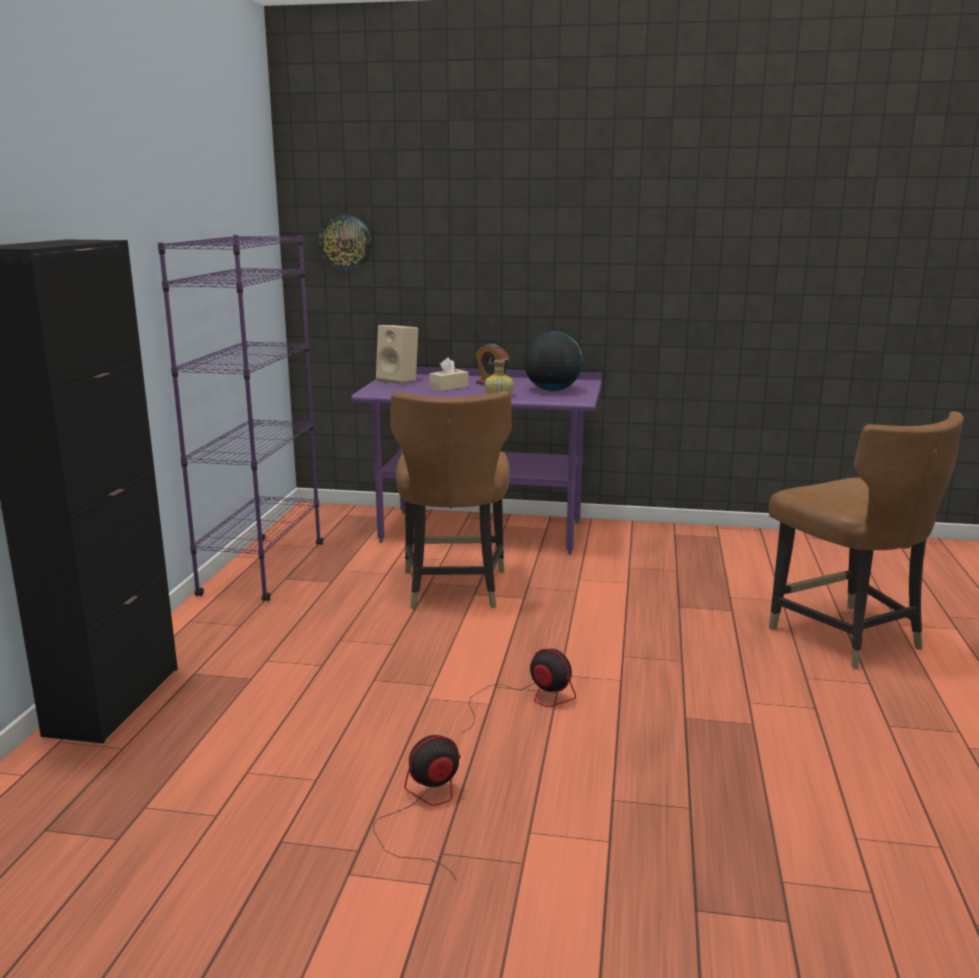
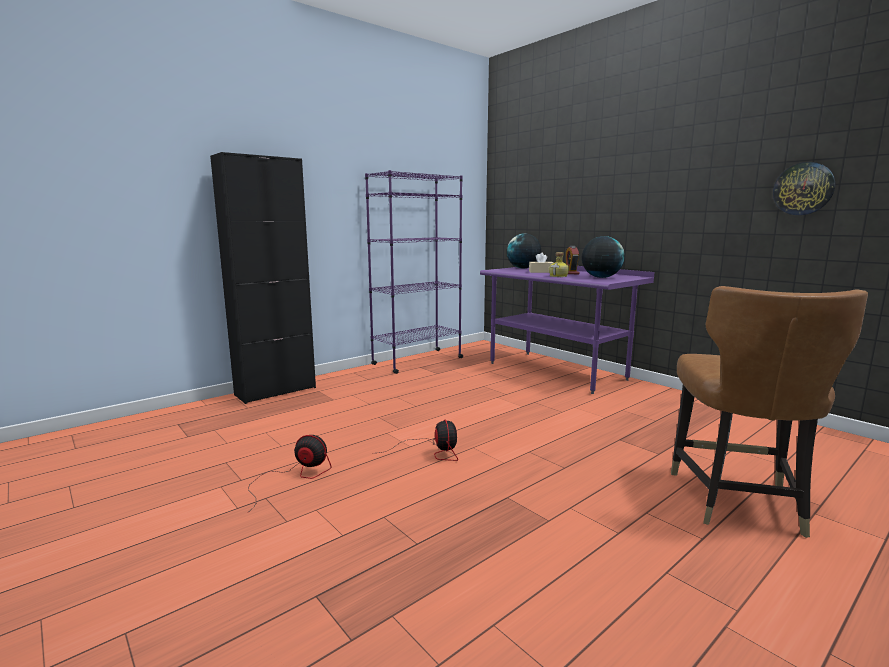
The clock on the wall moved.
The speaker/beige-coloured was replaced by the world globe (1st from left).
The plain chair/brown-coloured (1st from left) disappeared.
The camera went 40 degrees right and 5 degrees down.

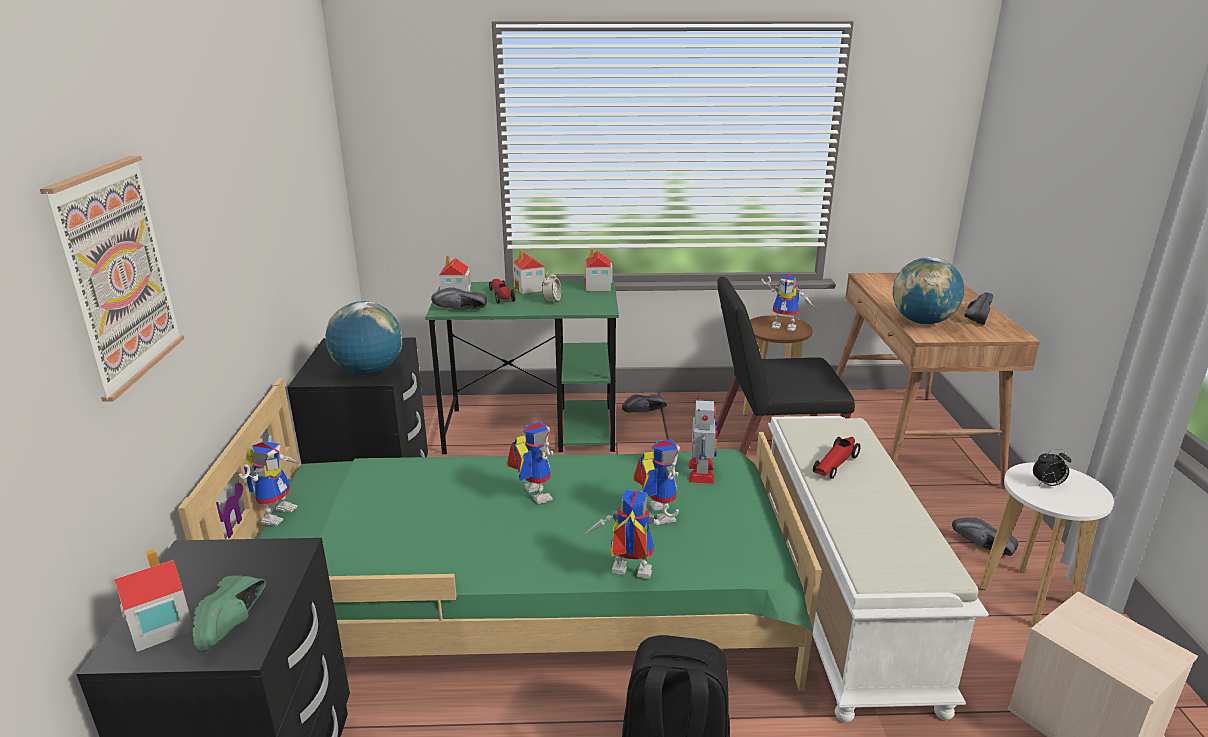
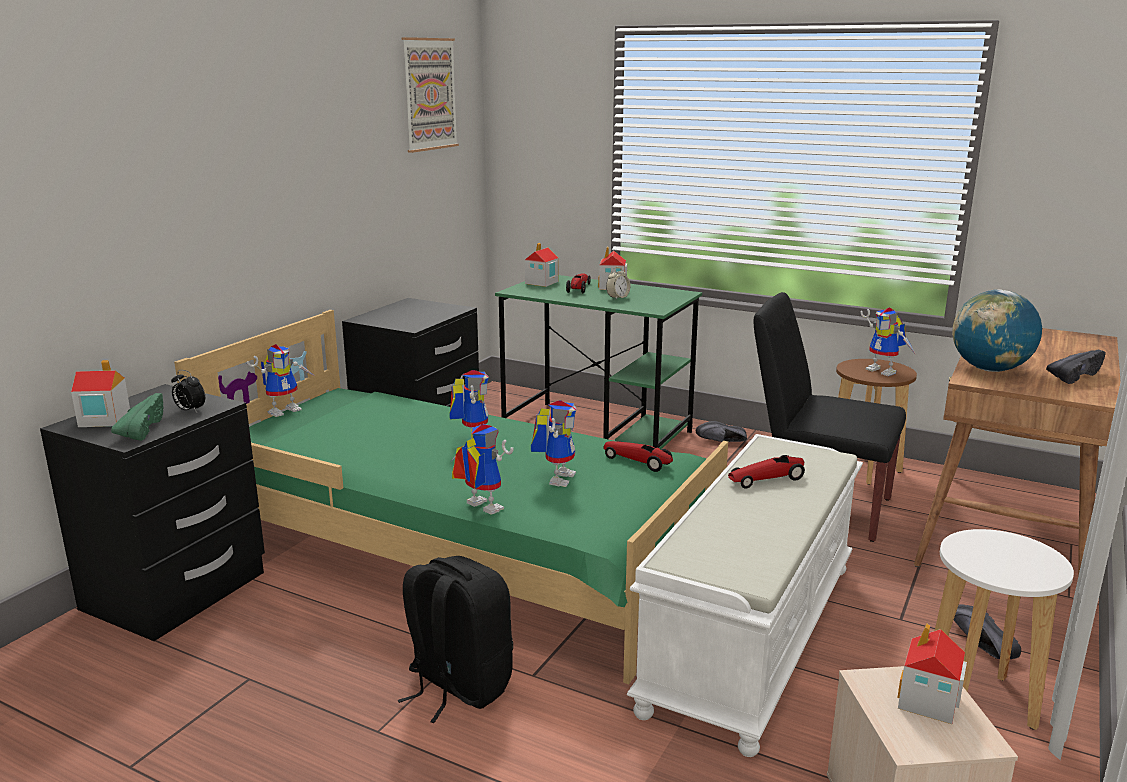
The wall picture moved.
The low shoe/greenish turned 150 degrees clockwise.
The world globe (1st from left) disappeared.
The low shoe/black-coloured (1st from left) disappeared.
The model house (4th from left) moved.
The toy robot (5th from left) was replaced by the model car (2nd from left).
The table clock (2nd from left in the first image) moved.
The camera went 30 degrees right and 5 degrees down.

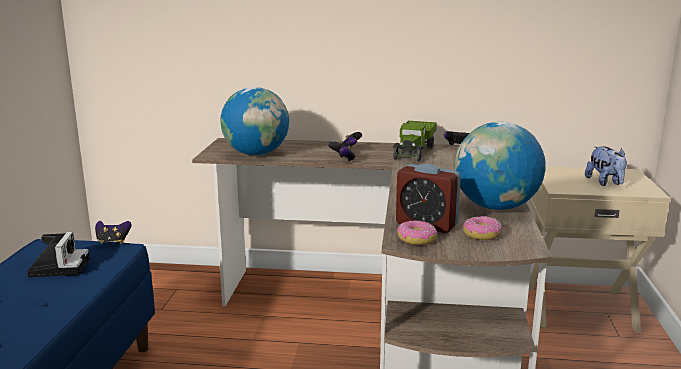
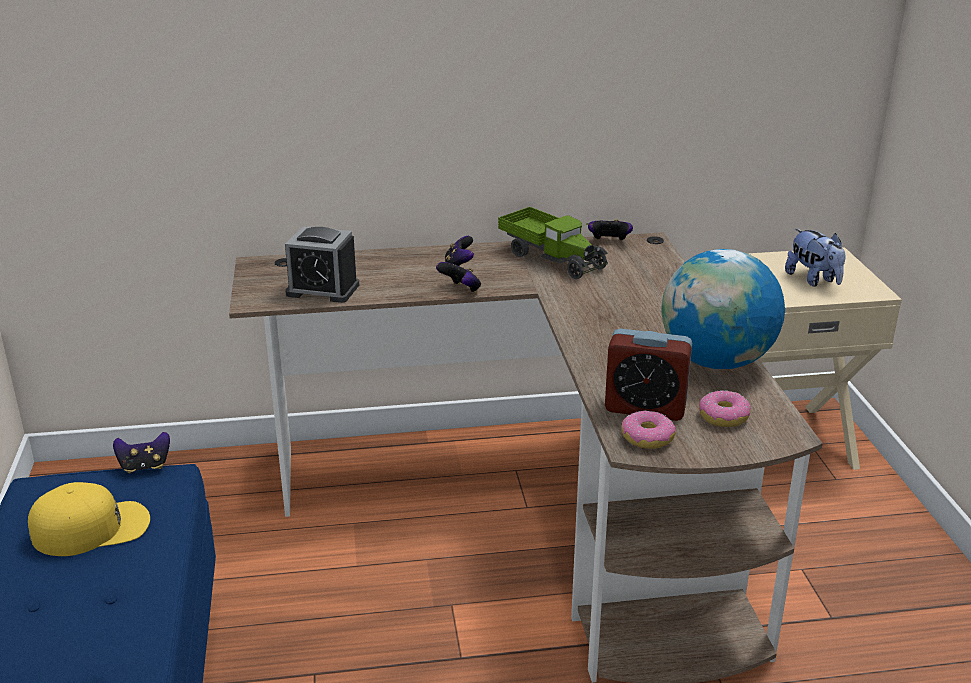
The still camera was replaced by the baseball cap/yellow.
The world globe (1st from left) was replaced by the table clock (1st from left).
The model truck turned 45 degrees counterclockwise.
The camera went 15 degrees left and 10 degrees up.

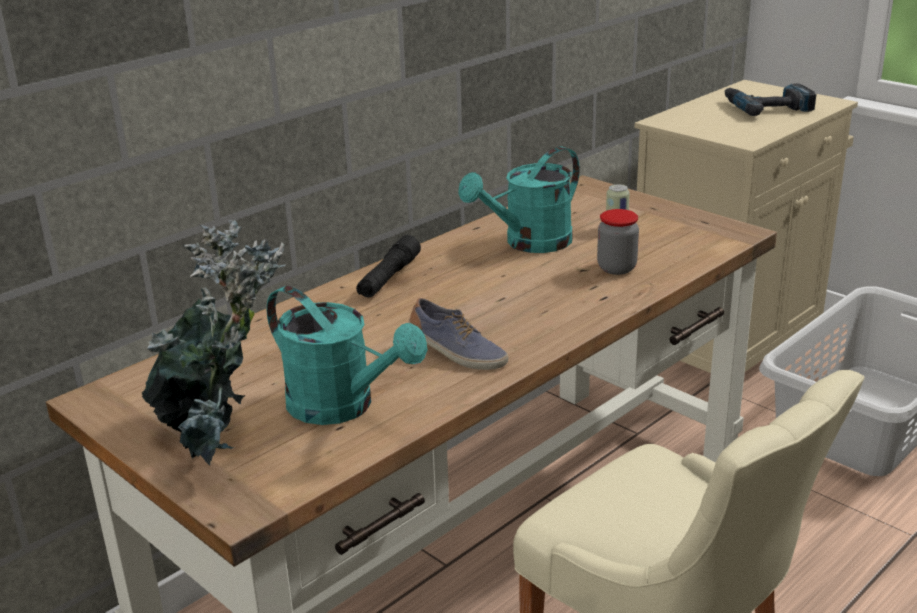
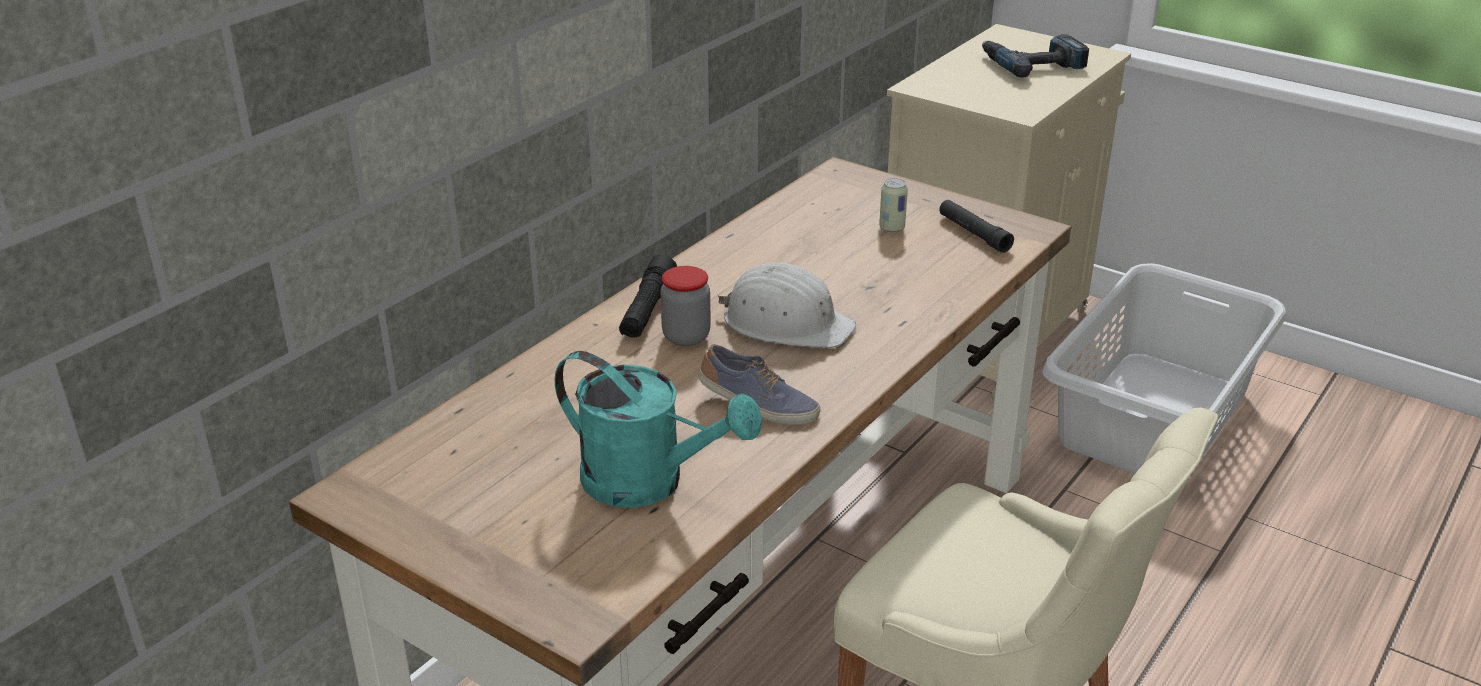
The houseplant disappeared.
The watering pot/turquoise (2nd from left) disappeared.
The jar moved.
The work helmet/white-coloured appeared.
The flashlight/black-coloured (2nd from left) appeared.
The camera went 10 degrees left and 5 degrees up.

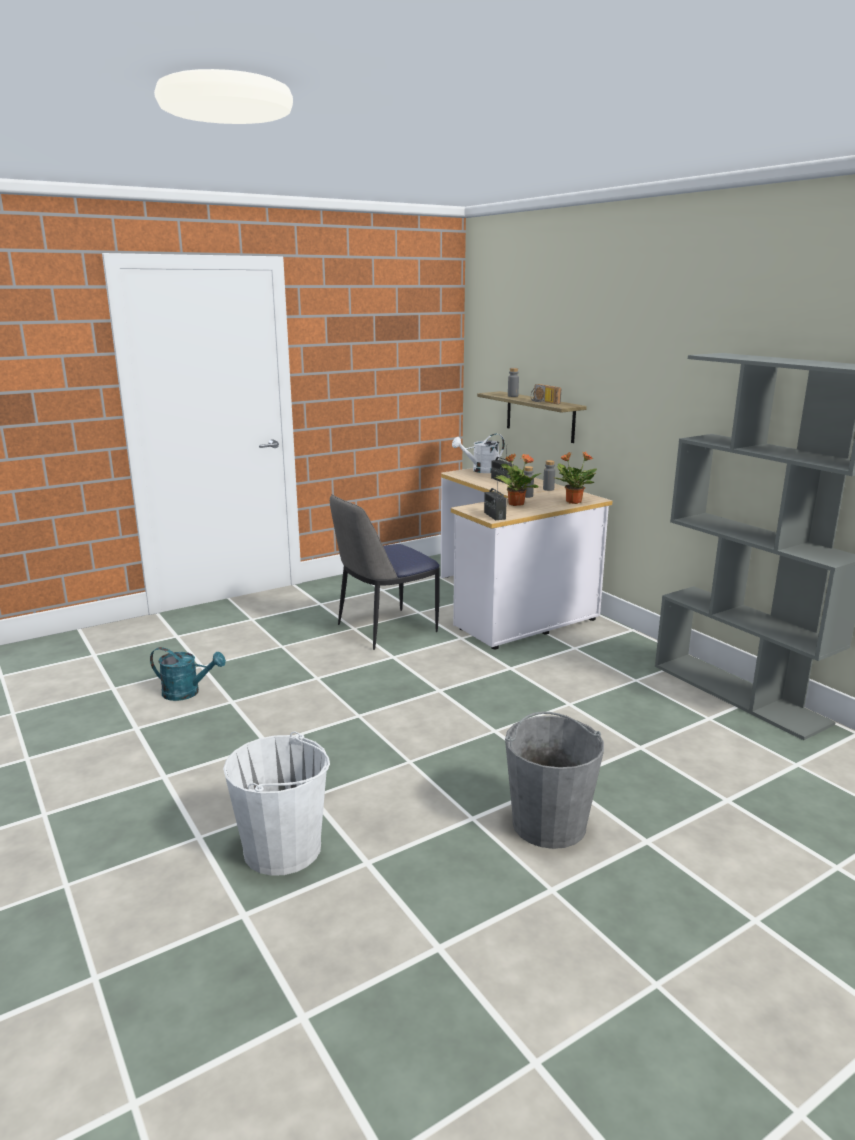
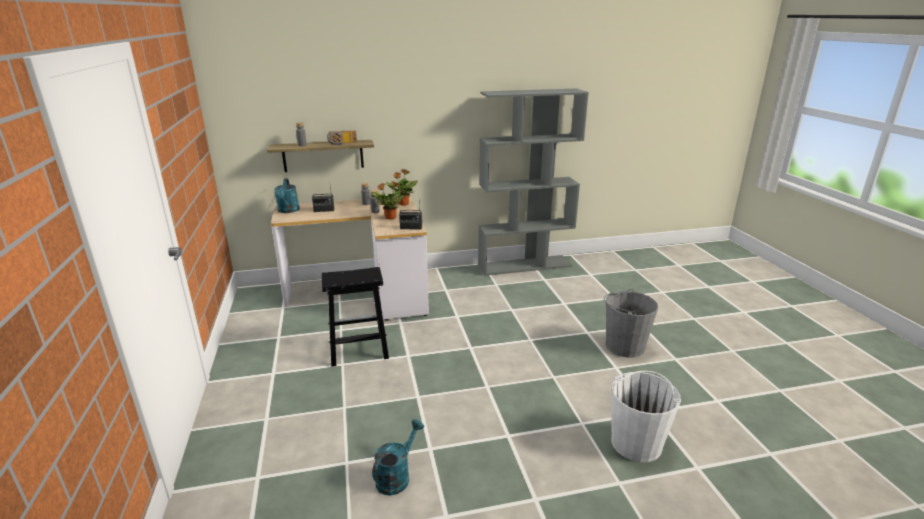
The plain chair was replaced by the stool/black-coloured.
The watering pot/white-coloured became the watering pot/turquoise (1st from left).
The camera went 70 degrees left and 5 degrees up.

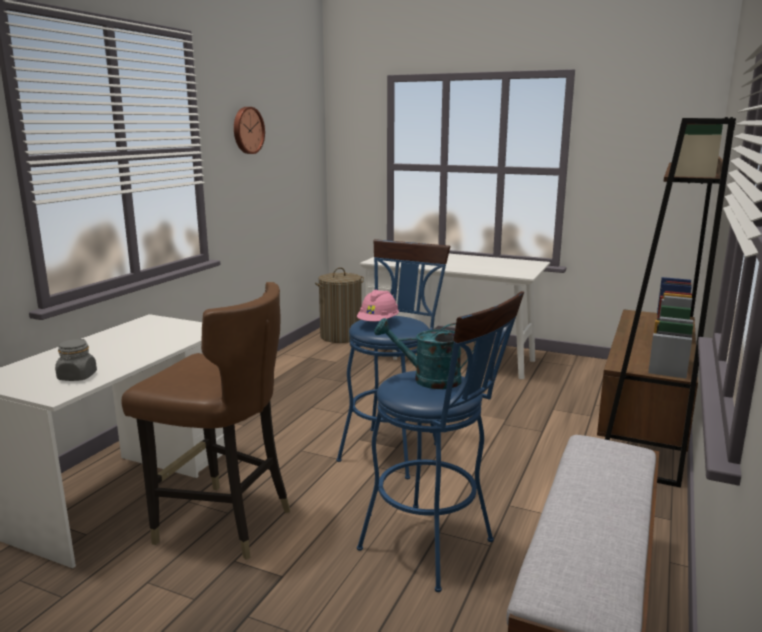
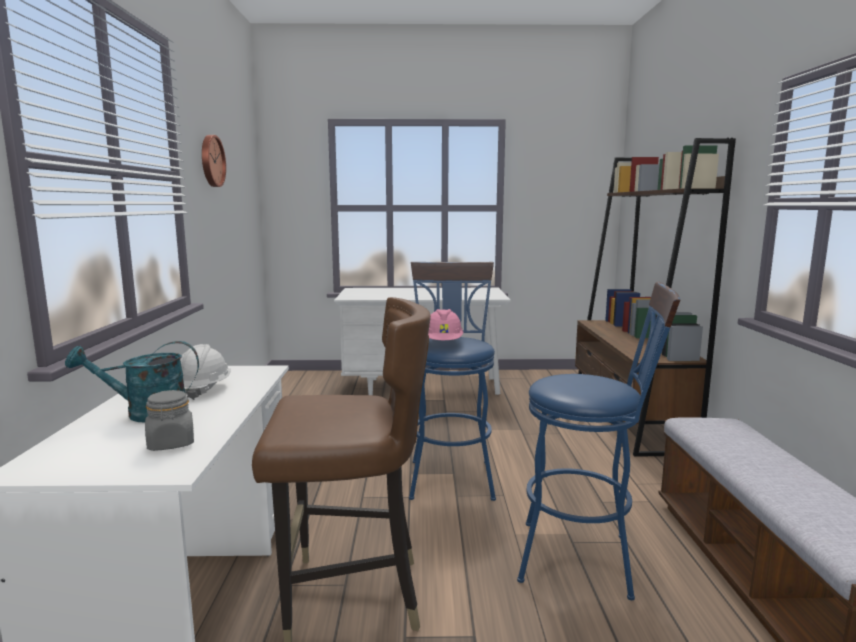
The washing basket disappeared.
The watering pot/turquoise moved.
The work helmet/white-coloured appeared.
The camera went 25 degrees left and 5 degrees down.

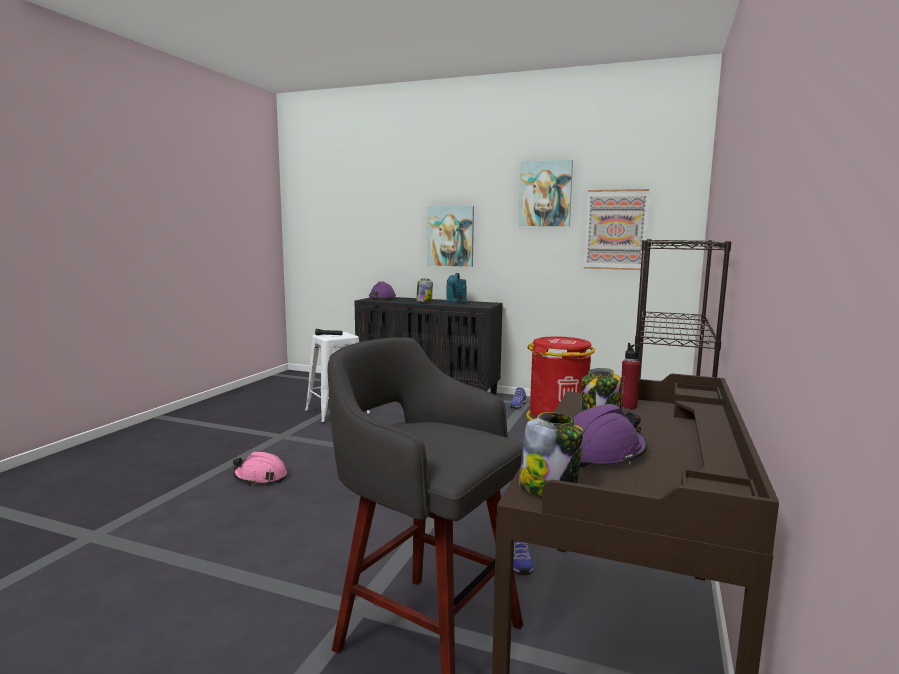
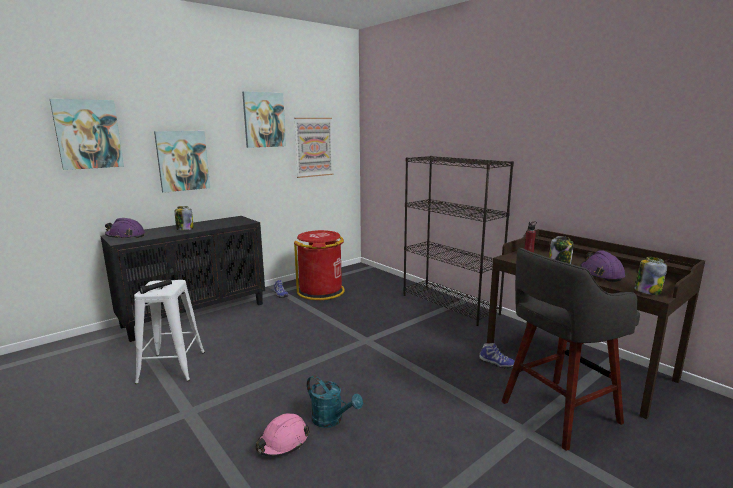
The watering pot/turquoise moved.
The wall picture (1st from left) appeared.
The camera went 60 degrees left and 5 degrees up.

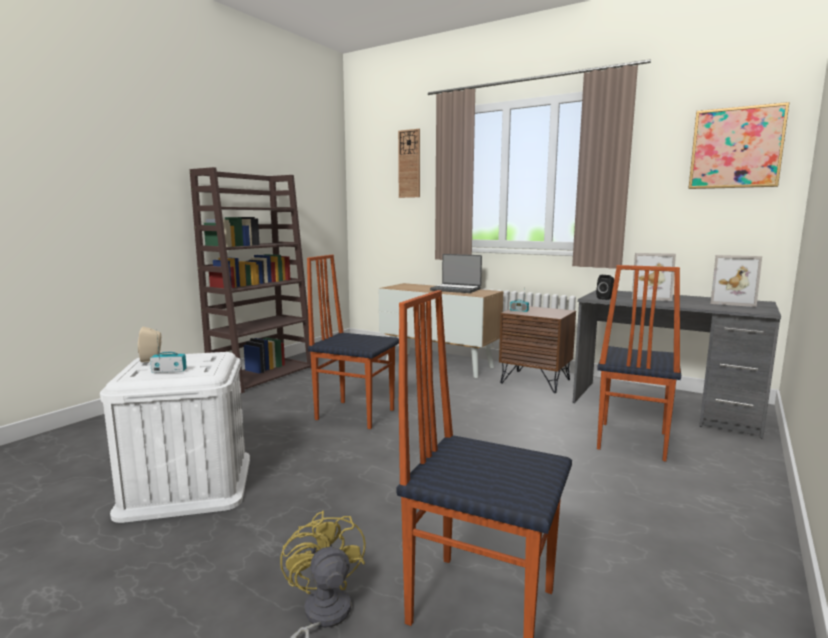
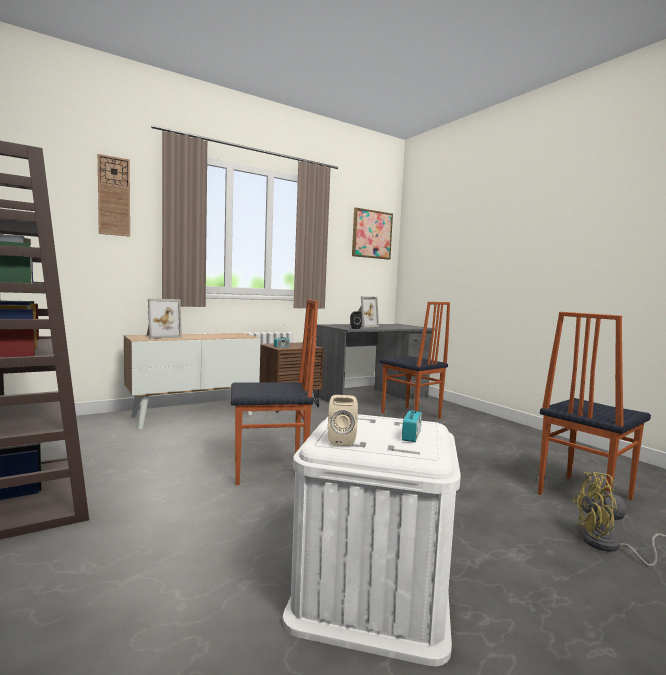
The plain chair (1st from left) turned 150 degrees counterclockwise.
The notebook computer disappeared.
The photo frame (2nd from left in the first image) moved.
The camera went 65 degrees left and 5 degrees down.

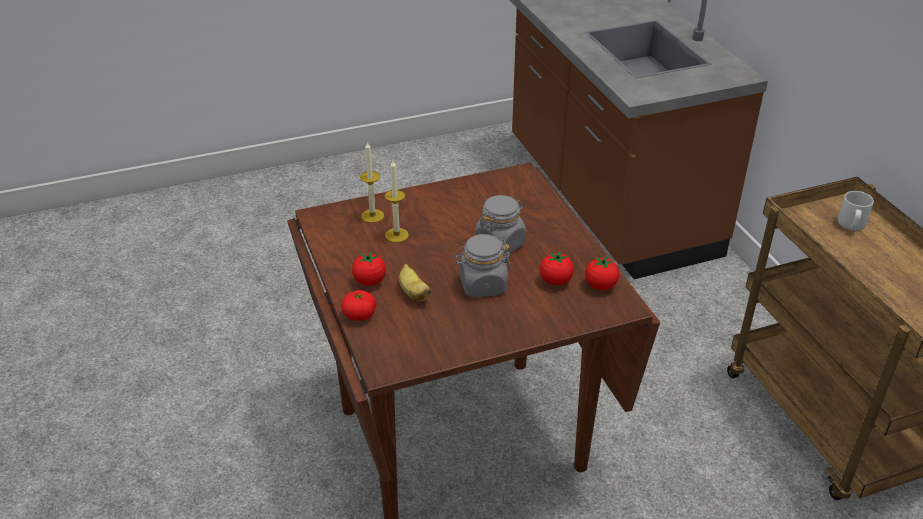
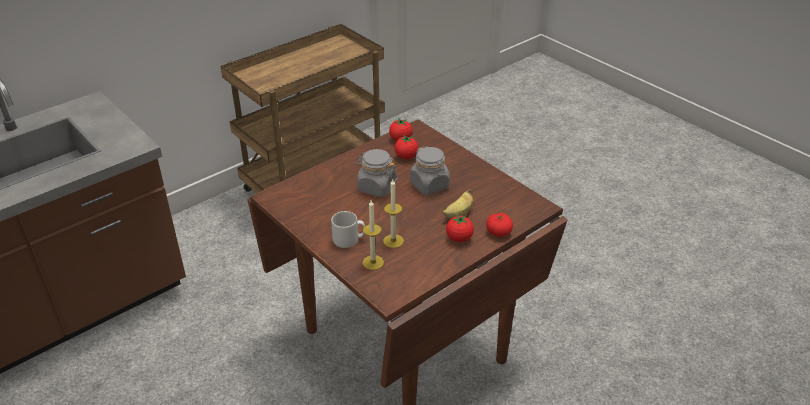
The coffee mug/gray moved.
The camera went 110 degrees left and 0 degrees up.

